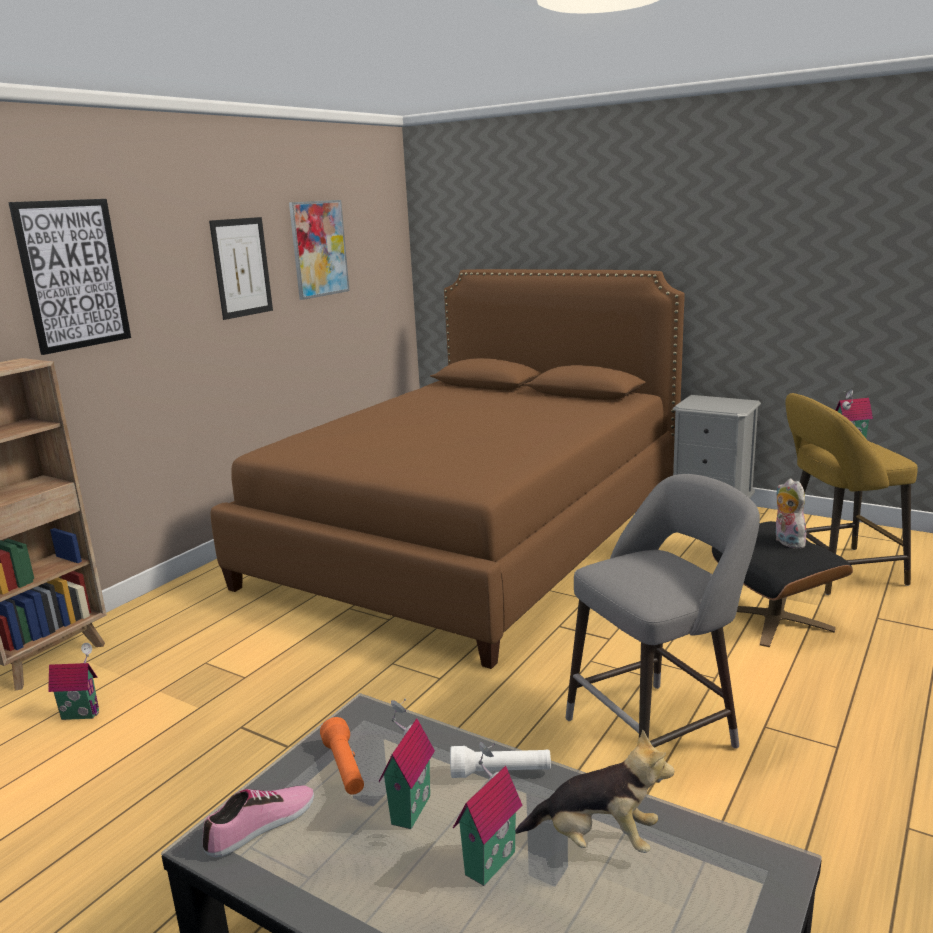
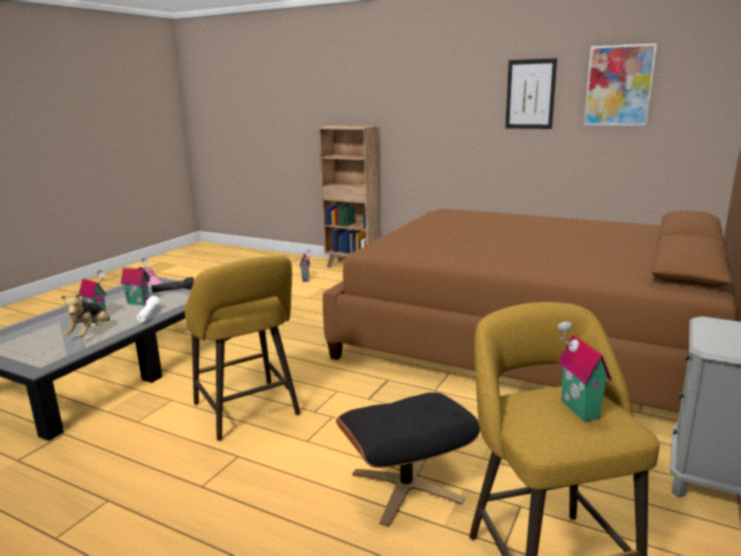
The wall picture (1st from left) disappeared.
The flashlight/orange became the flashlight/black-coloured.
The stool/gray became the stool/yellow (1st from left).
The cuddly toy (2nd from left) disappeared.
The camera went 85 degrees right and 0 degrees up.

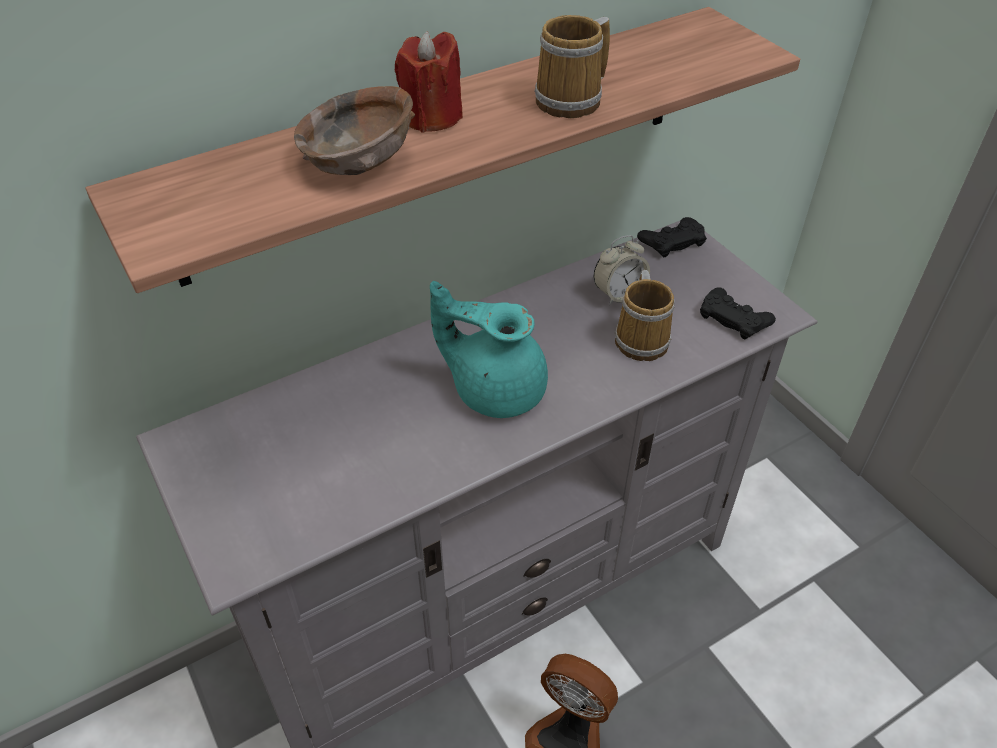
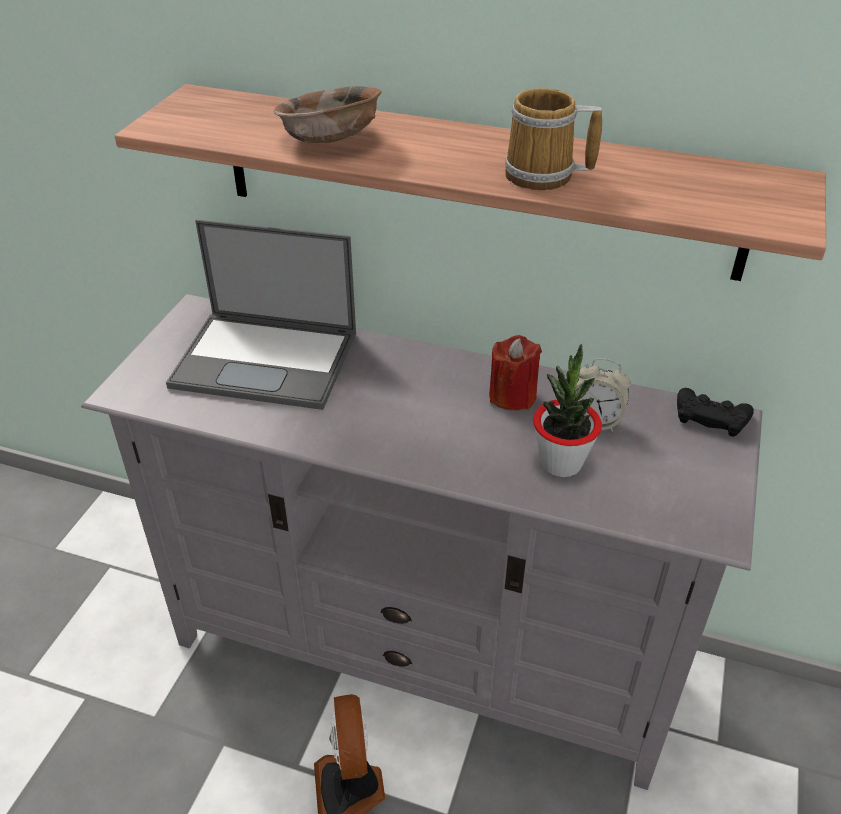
The wax light/reddish moved.
The teapot/turquoise disappeared.
The coffee mug (2nd from left) was replaced by the houseplant.
The gamepad/black-coloured (2nd from left) disappeared.
The notebook computer appeared.
The camera went 50 degrees right and 5 degrees down.

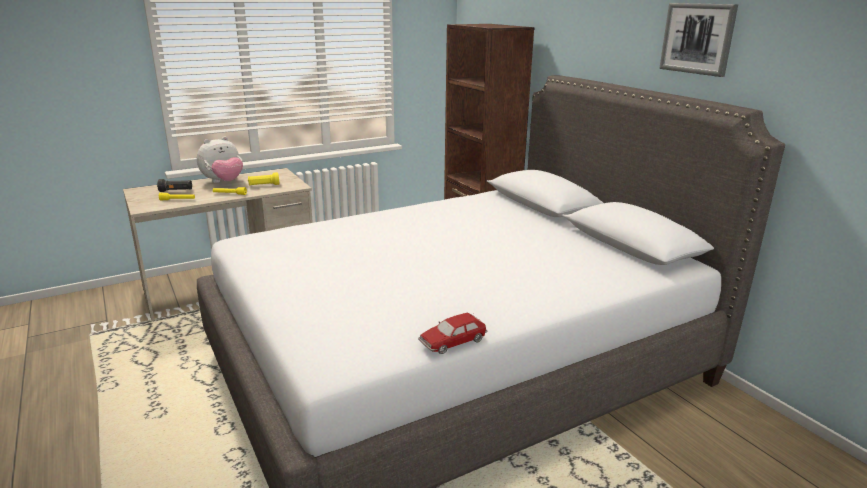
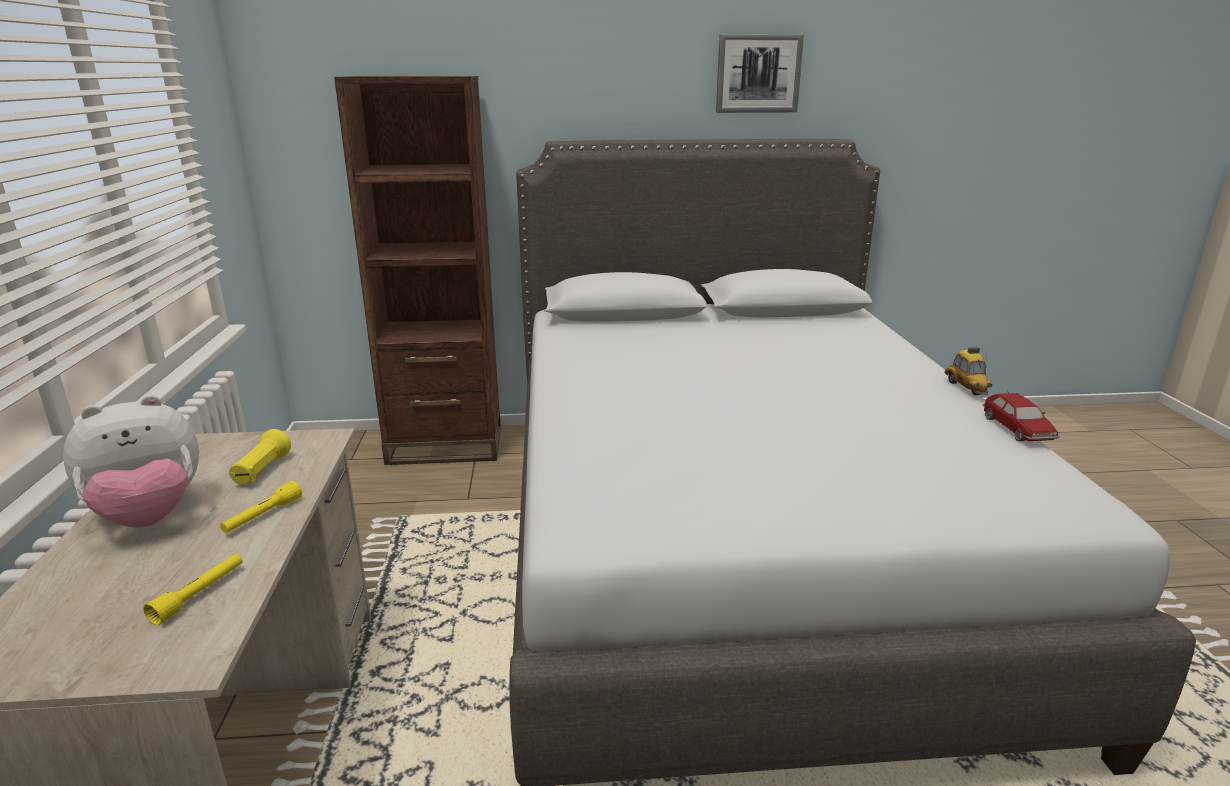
The flashlight/black-coloured disappeared.
The cuddly toy turned 75 degrees clockwise.
The model car (1st from left) appeared.
The camera went 65 degrees left and 0 degrees up.

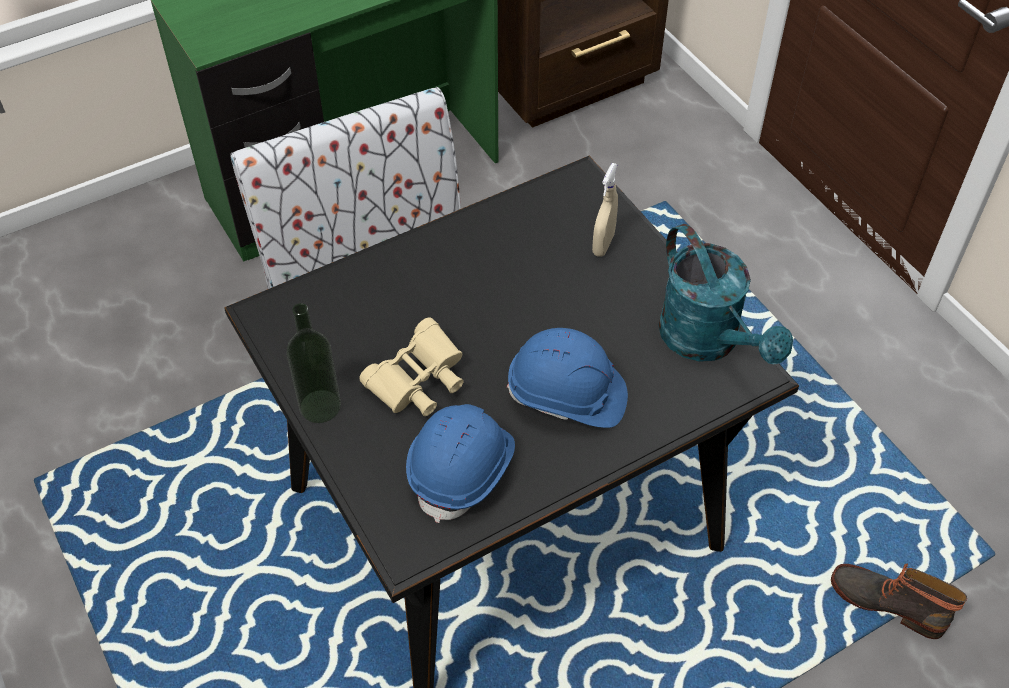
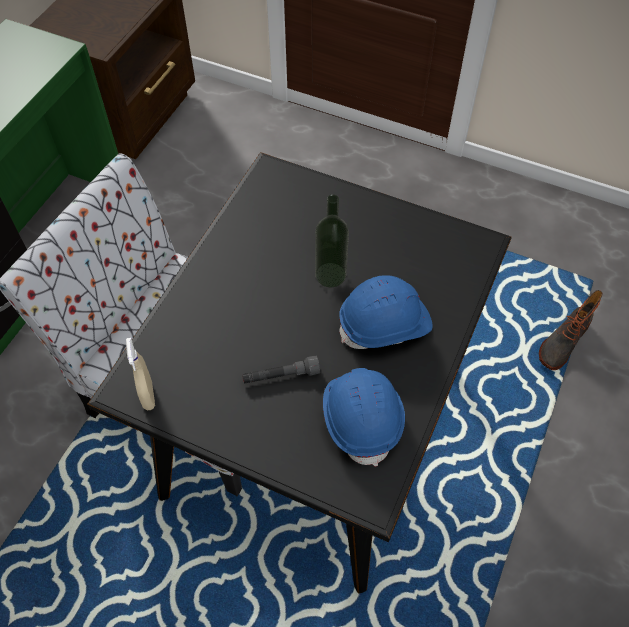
The beverage bottle moved.
The pair of binoculars/beige-coloured was replaced by the flashlight/gray.
The sprayer/beige-coloured moved.
The watering pot/turquoise disappeared.
The boot turned 45 degrees counterclockwise.
The camera went 35 degrees left and 5 degrees up.

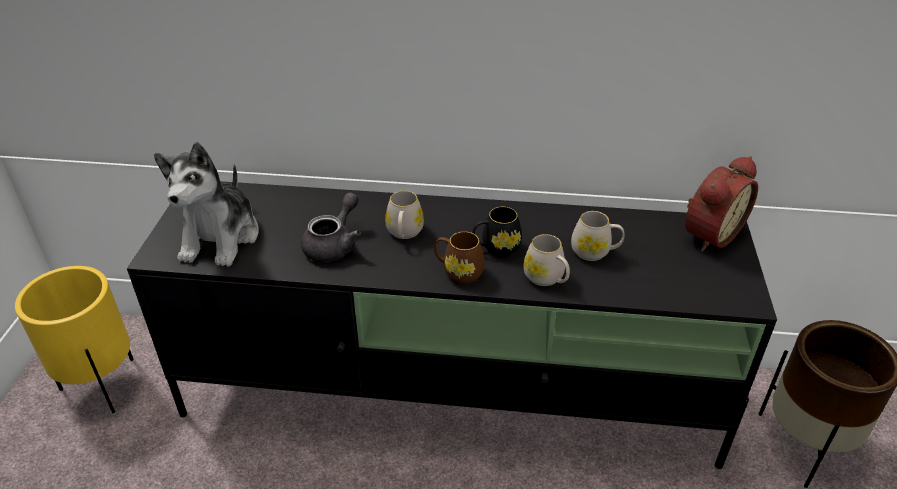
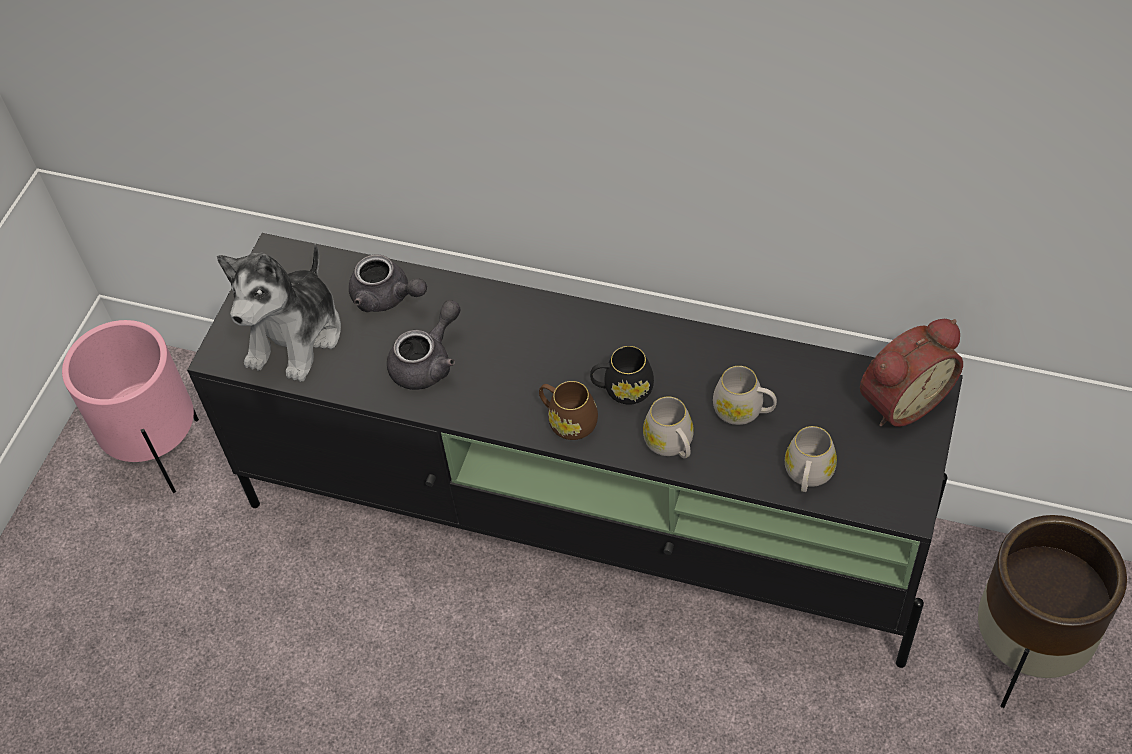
The plant pot/yellow became the plant pot/pink.
The coffee mug/white-coloured (1st from left in the first image) moved.
The teapot/gray (1st from left) appeared.
The camera went 15 degrees right and 15 degrees up.

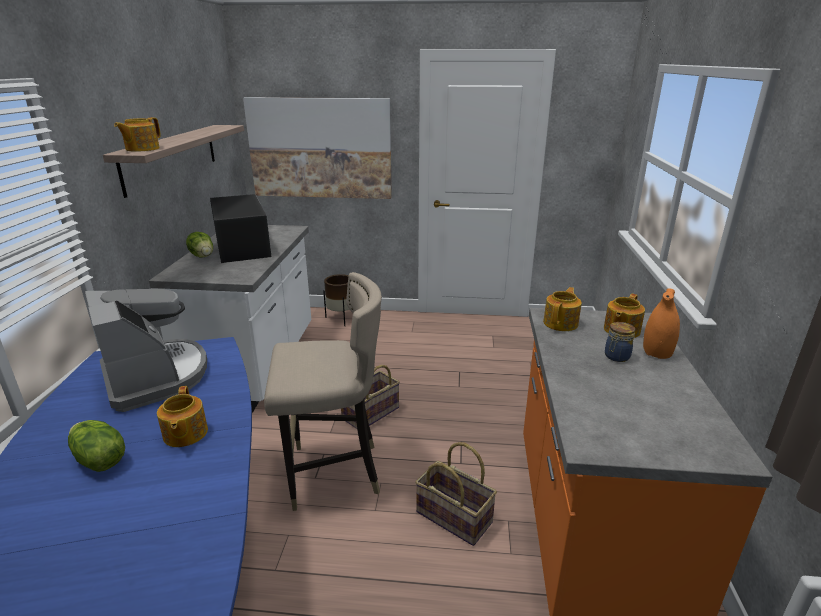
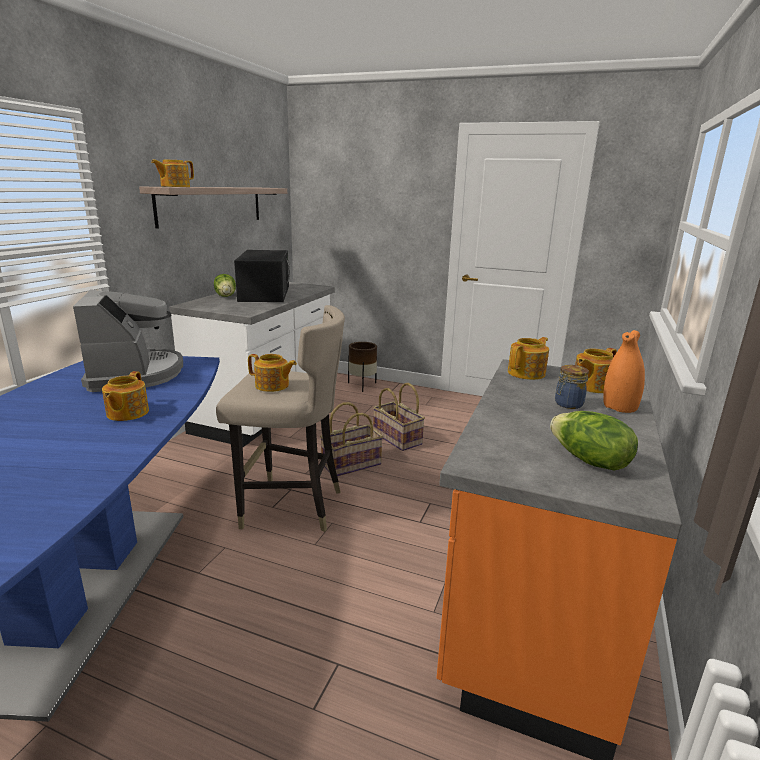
The lettuce head (1st from left in the first image) moved.
The wall picture disappeared.
The storage basket (2nd from left) moved.
The teapot (3rd from left) appeared.
The camera went 15 degrees right and 5 degrees down.

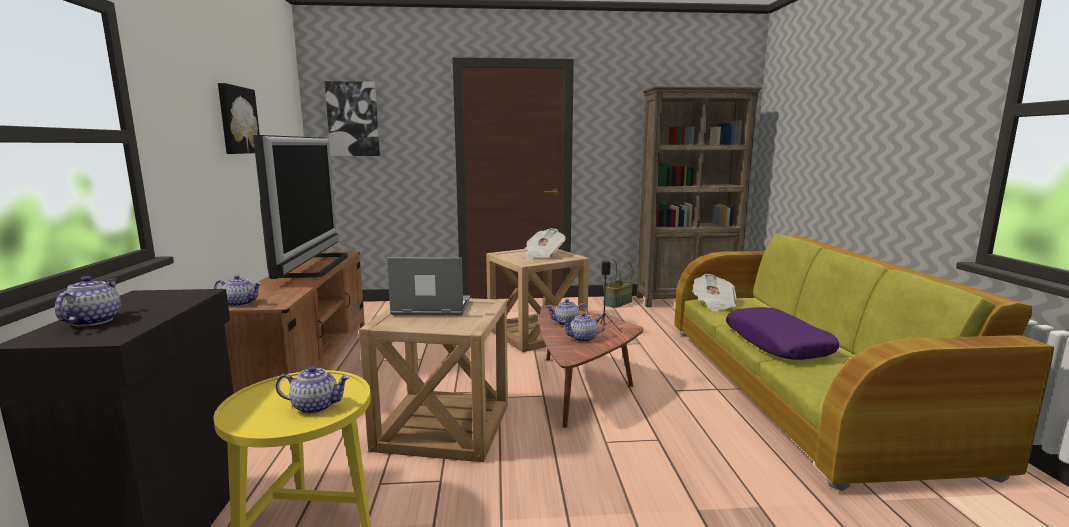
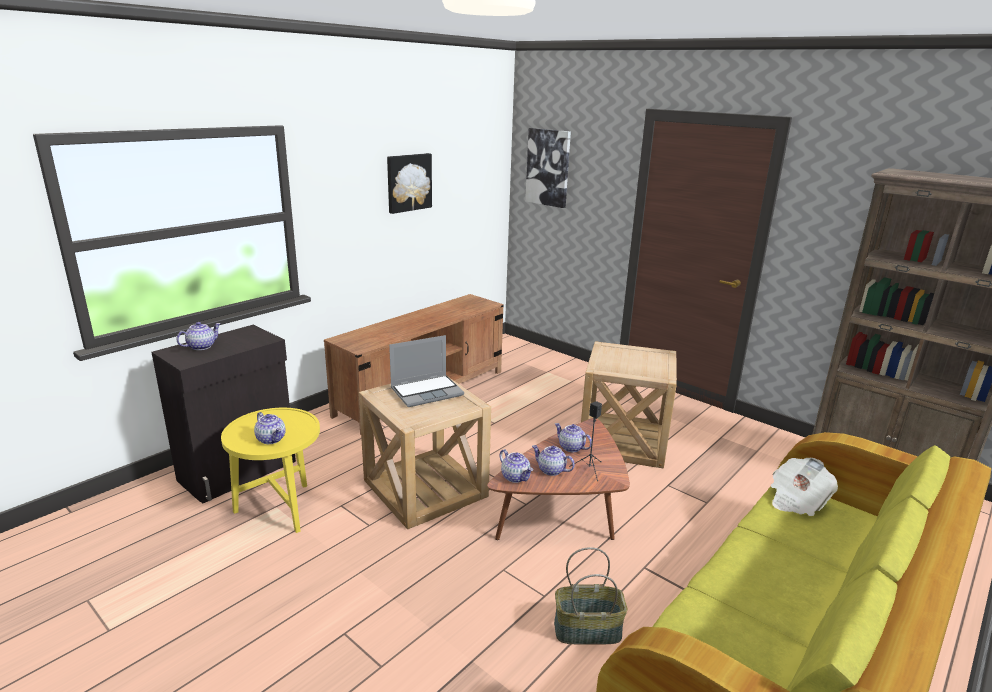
The teapot (2nd from left in the first image) moved.
The TV set disappeared.
The notebook computer turned 105 degrees clockwise.
The daily paper (1st from left) disappeared.
The storage basket moved.
The cushion/purple-coloured disappeared.
The camera went 45 degrees right and 10 degrees up.

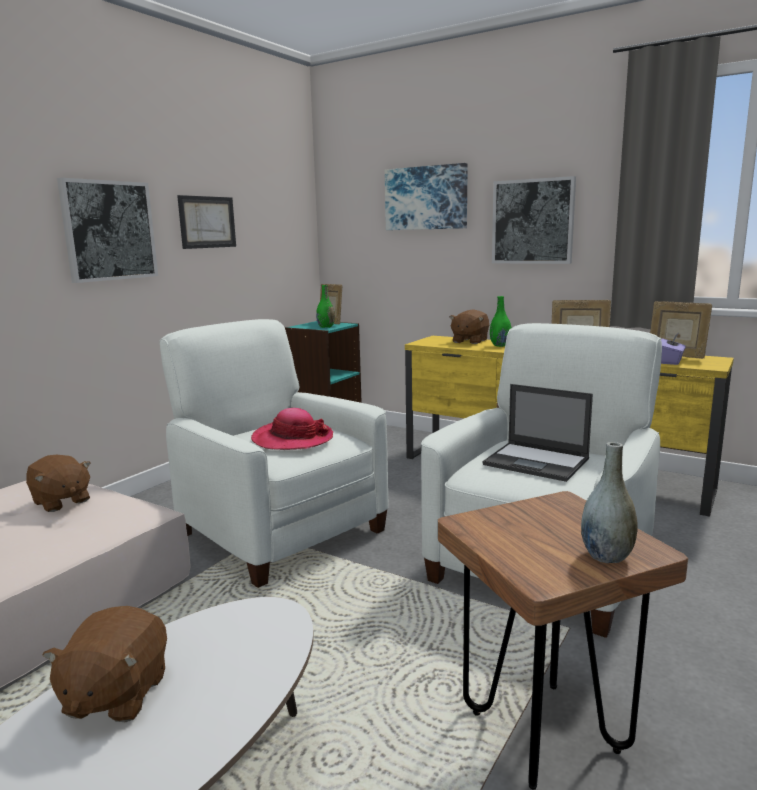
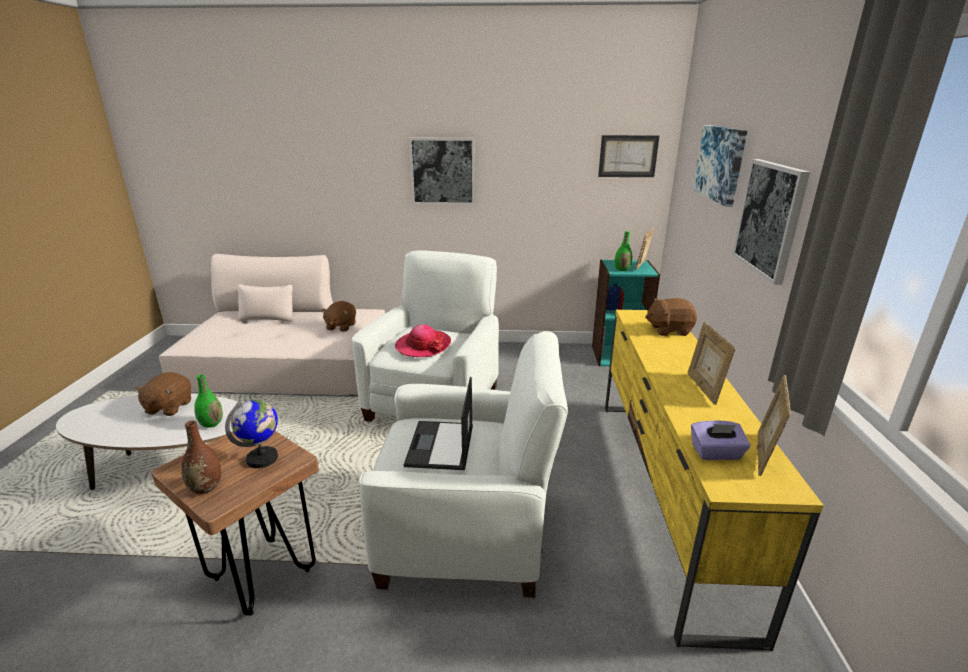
The cuddly toy/brown-coloured (2nd from left in the first image) turned 60 degrees counterclockwise.
The wall picture (2nd from left) moved.
The decorative vase/greenish (2nd from left in the first image) moved.
The decorative vase/gray became the decorative vase/brown-coloured.
The world globe appeared.
The camera went 60 degrees right and 10 degrees up.

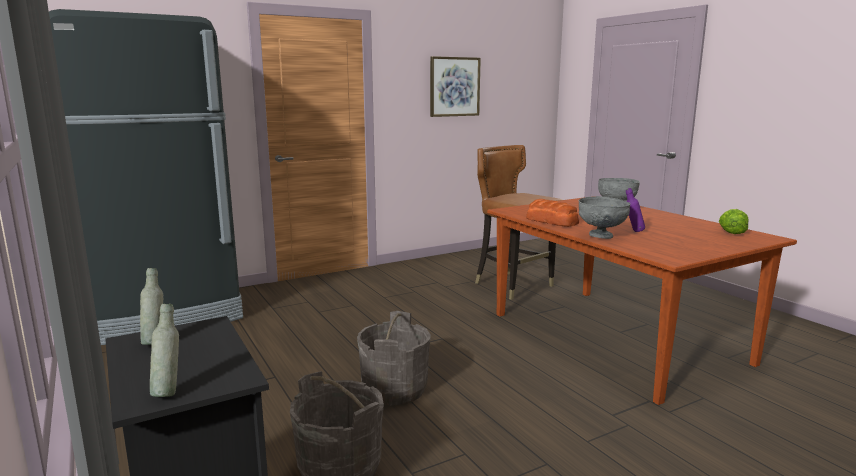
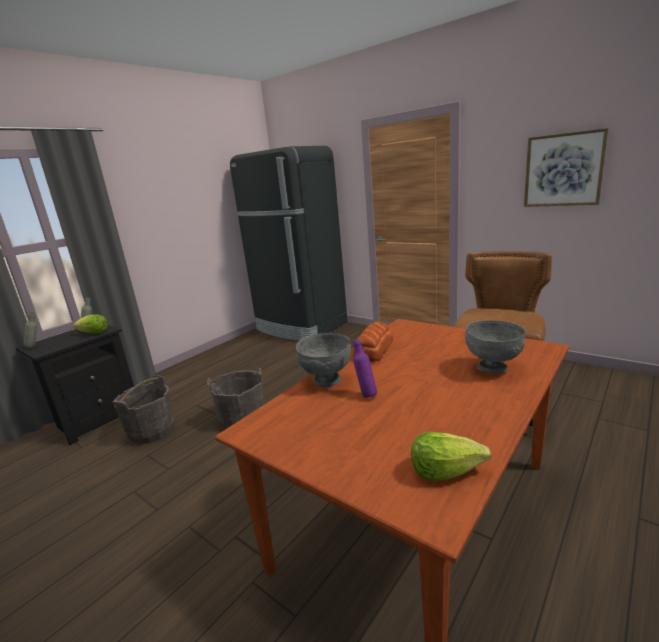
The lettuce head (1st from left) appeared.
The camera went 70 degrees right and 5 degrees up.

